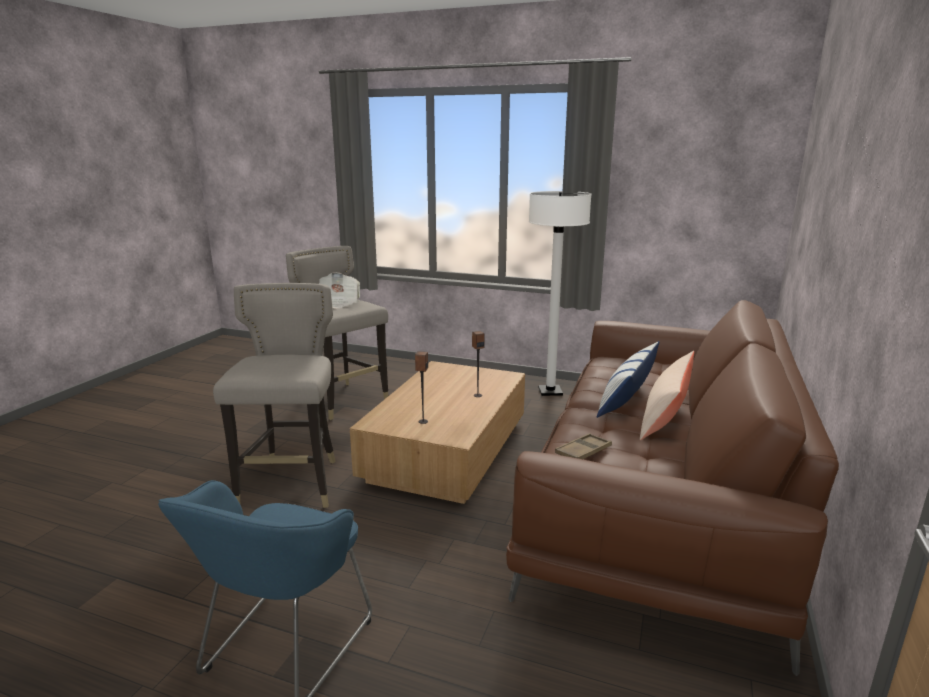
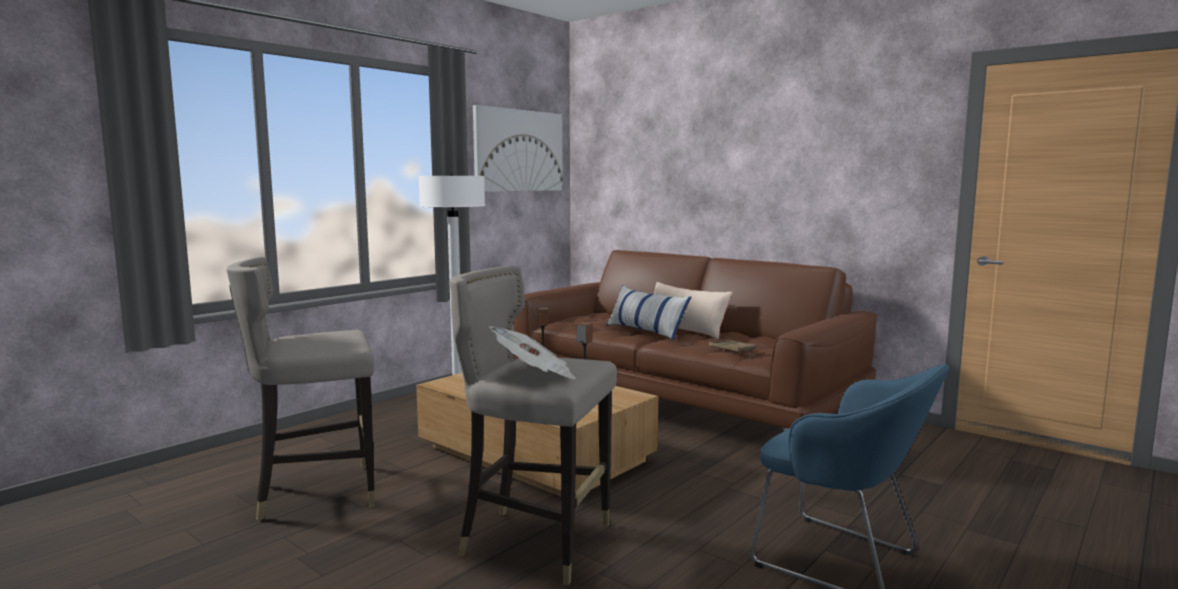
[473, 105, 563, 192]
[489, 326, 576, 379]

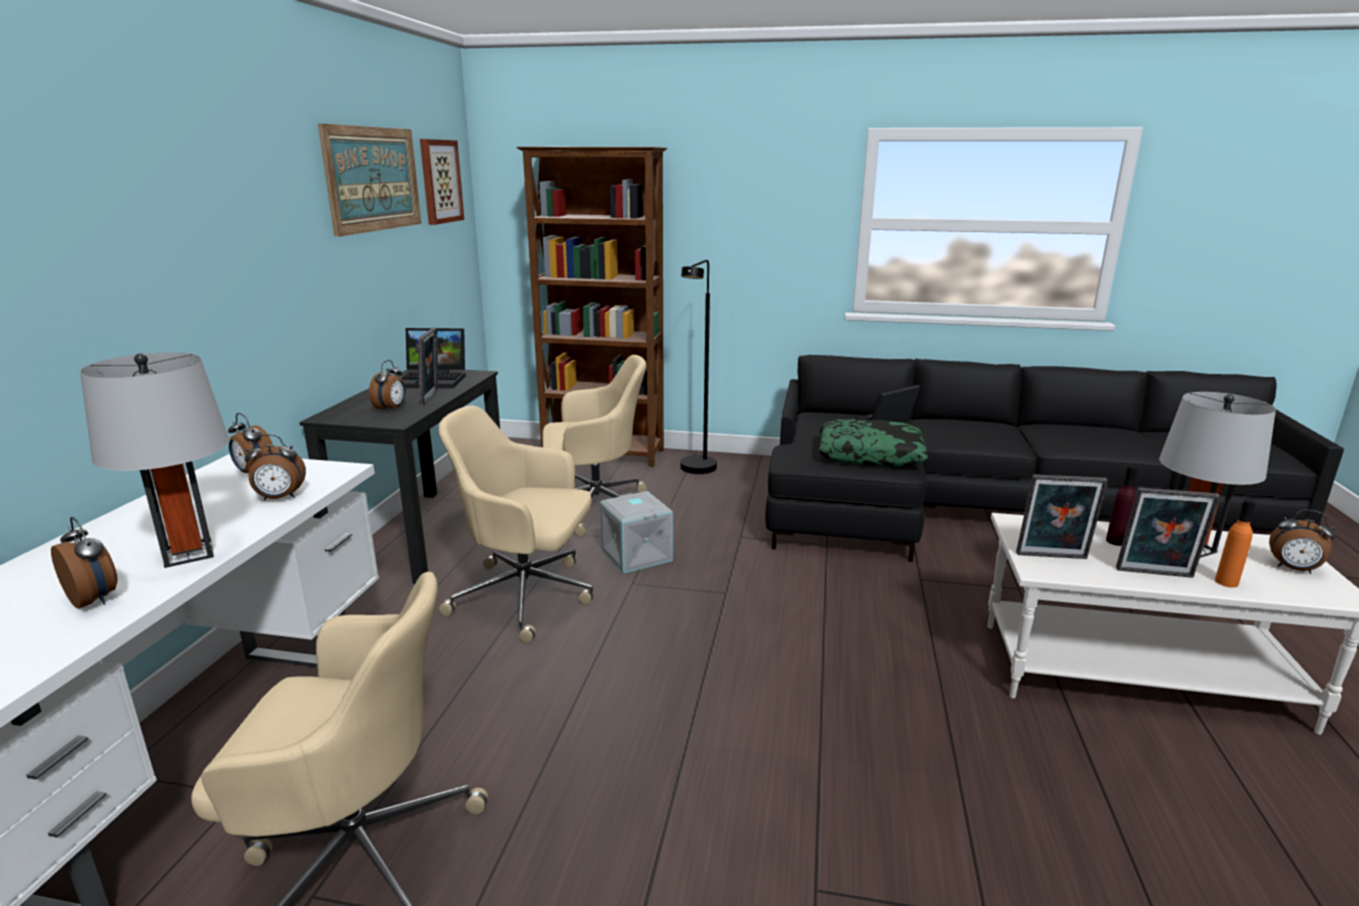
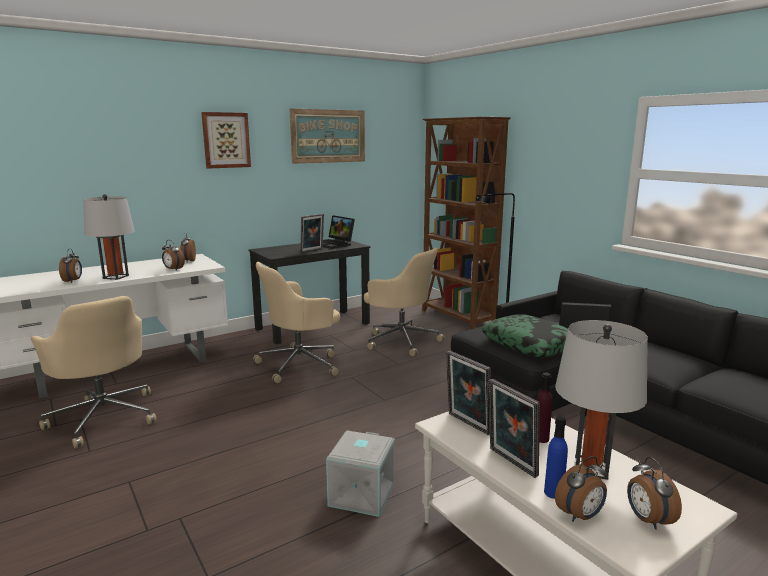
[555, 456, 607, 522]
[201, 112, 251, 169]
[326, 430, 395, 517]
[544, 416, 568, 499]
[253, 262, 340, 383]

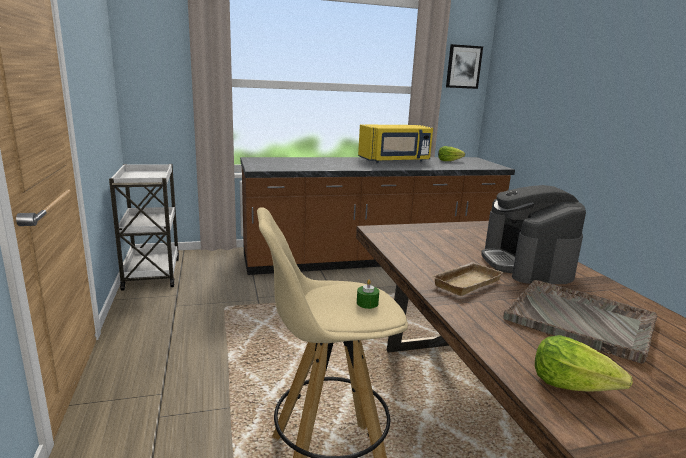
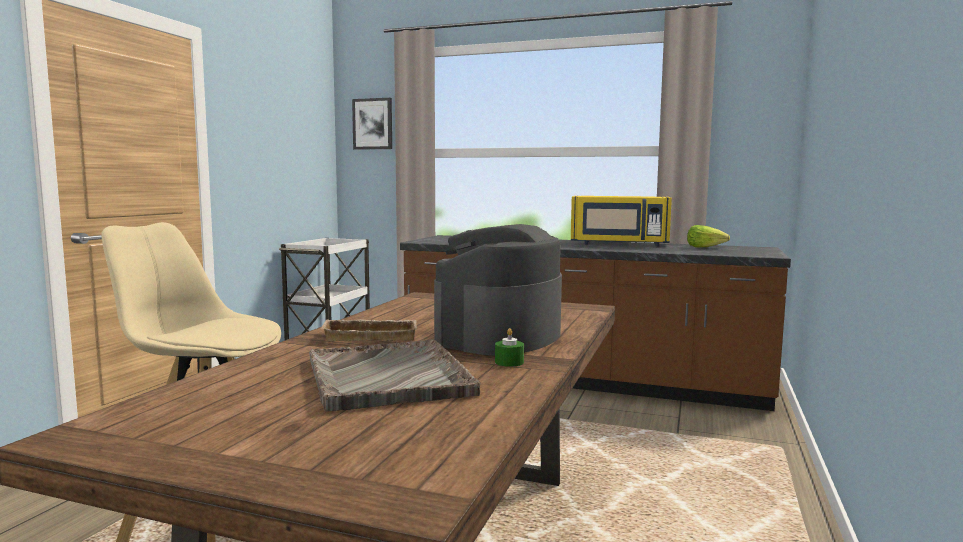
[535, 335, 633, 392] (first image)
[495, 328, 524, 367]
[352, 98, 392, 150]

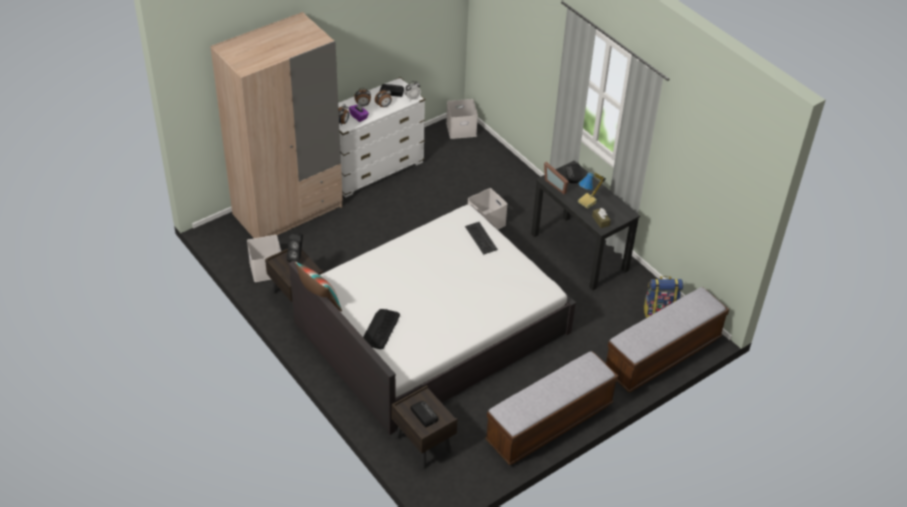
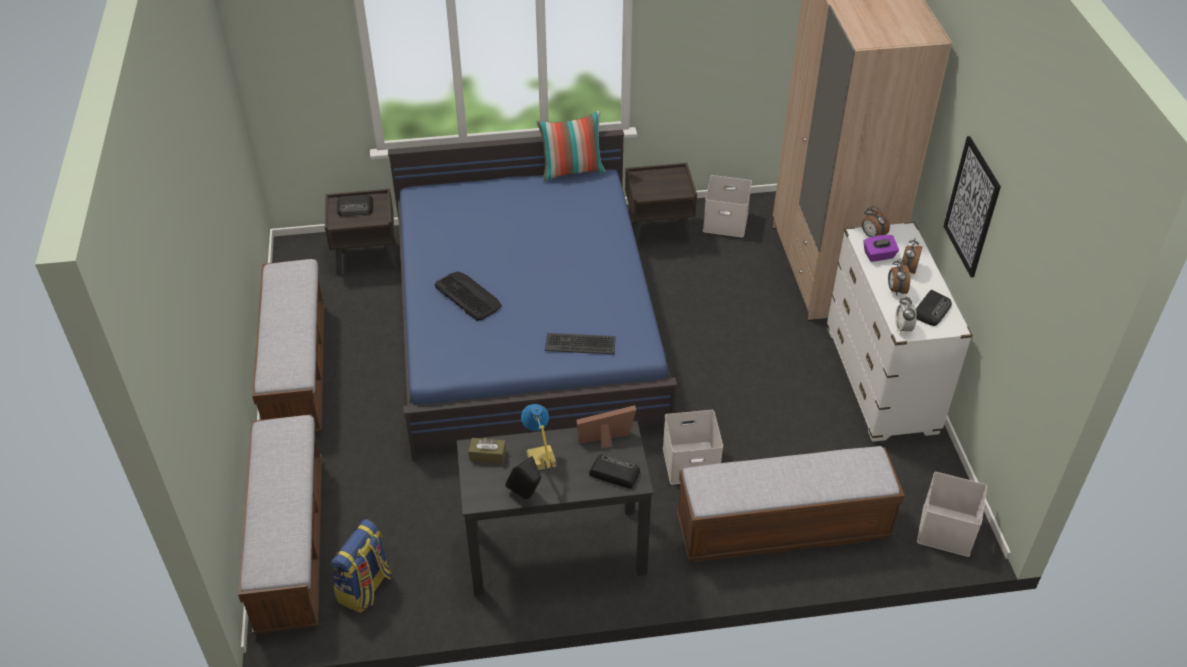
[677, 446, 905, 562]
[943, 136, 1001, 278]
[505, 456, 541, 499]
[435, 271, 502, 321]
[388, 130, 677, 460]

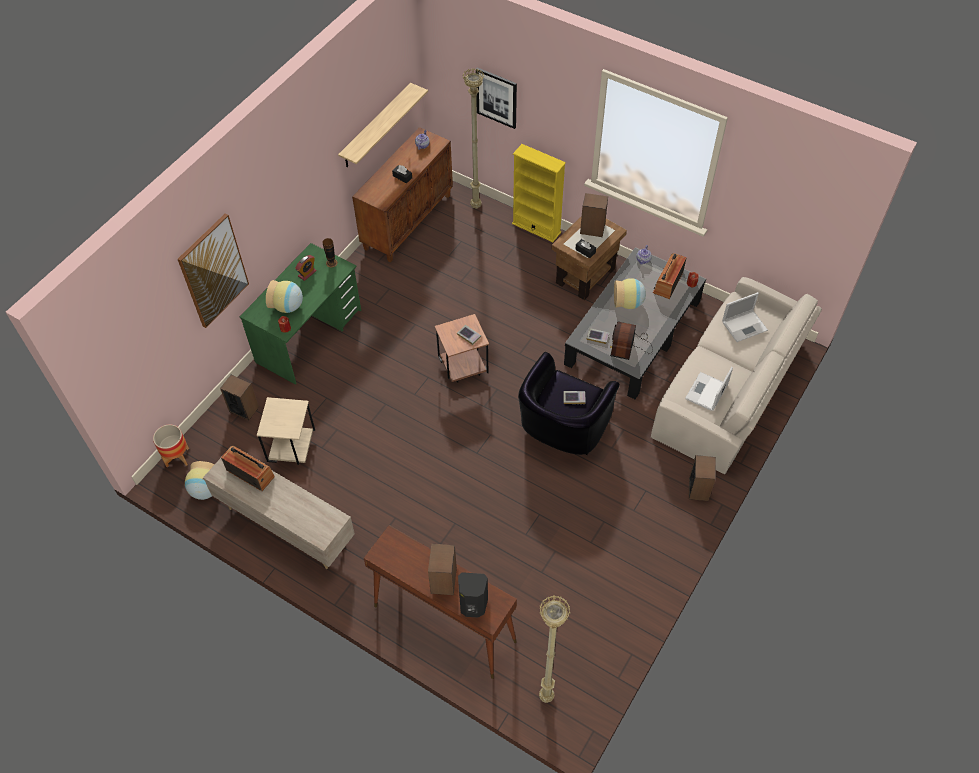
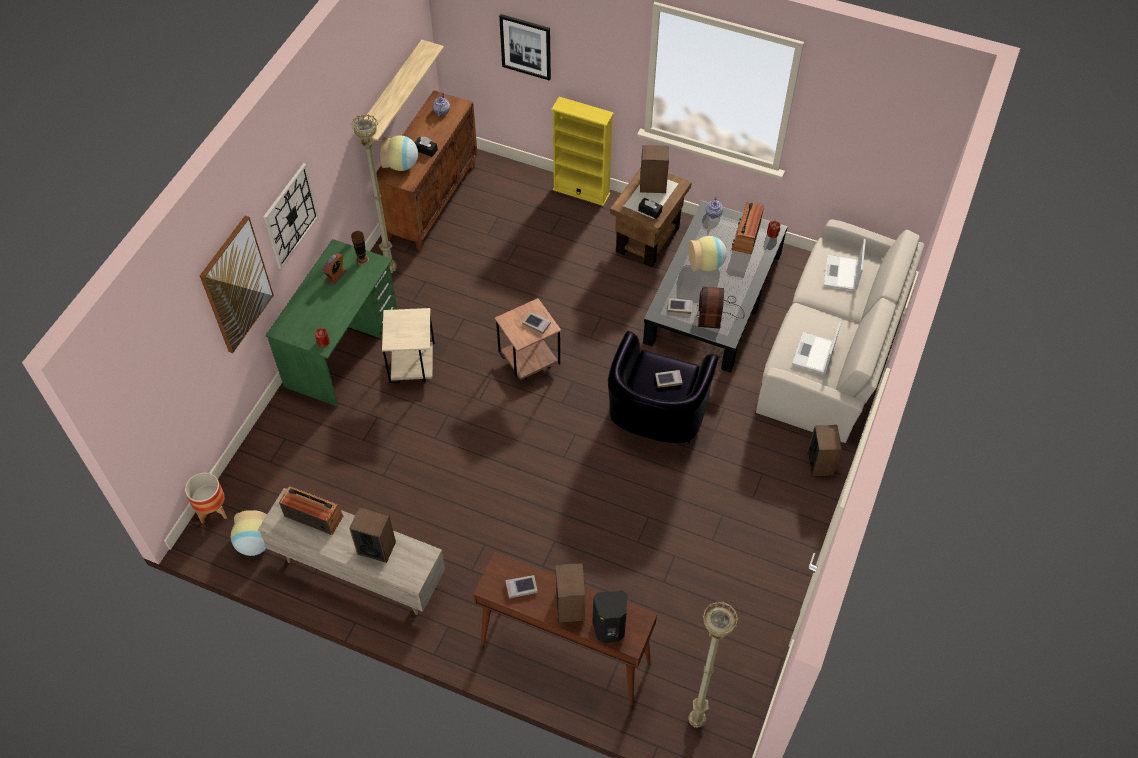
[263, 163, 319, 269]
[505, 575, 538, 598]
[349, 507, 396, 563]
[382, 308, 435, 383]
[380, 135, 418, 171]
[351, 114, 396, 273]
[824, 239, 866, 291]

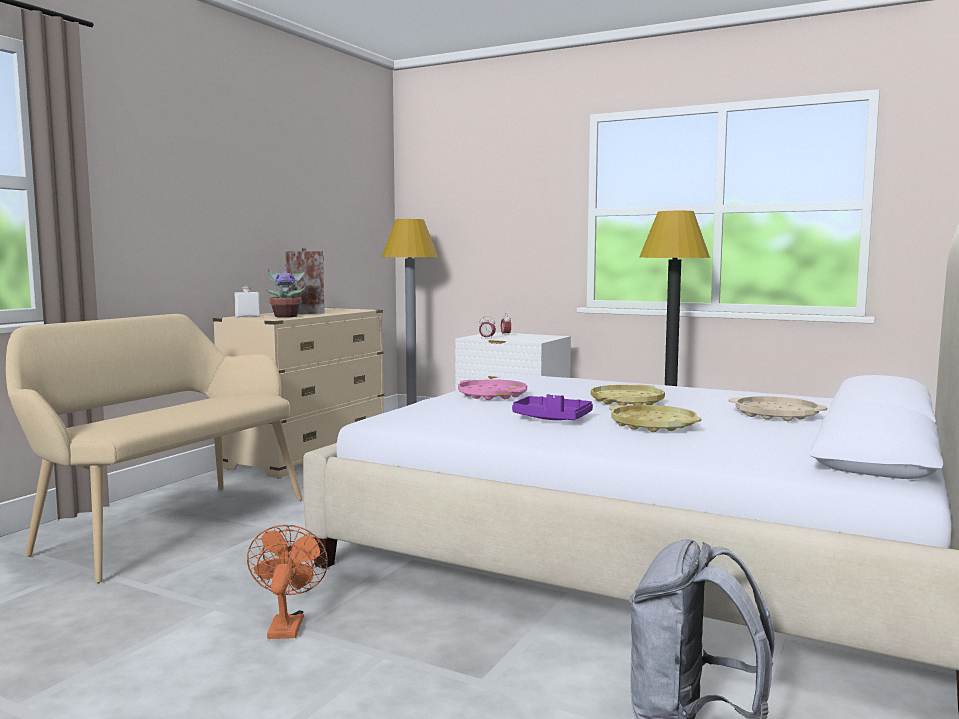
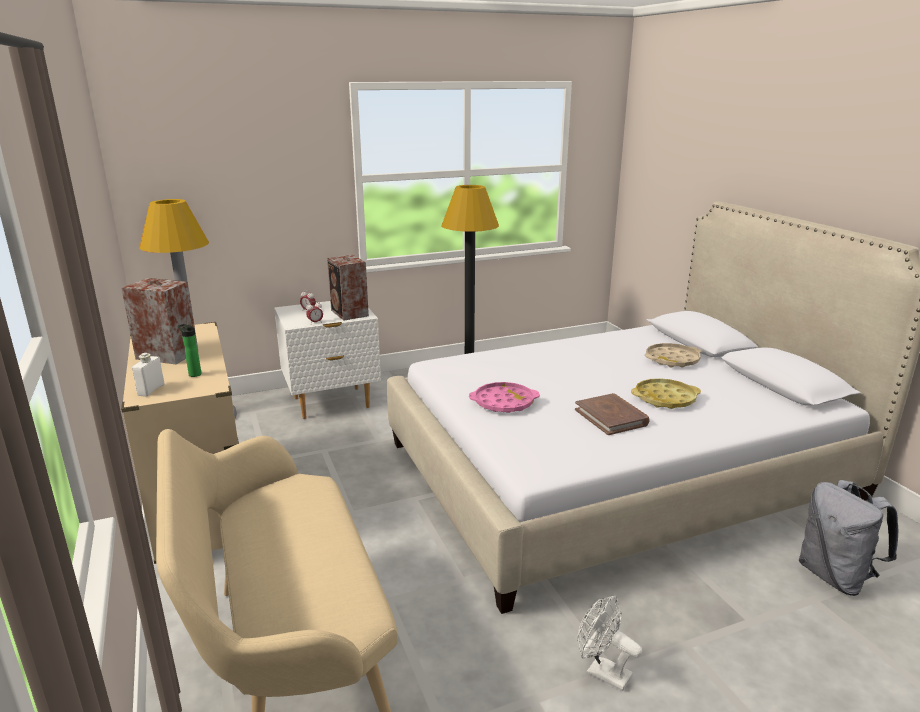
[591, 385, 665, 405] (first image)
[327, 254, 369, 321]
[178, 324, 202, 377]
[575, 393, 650, 435]
[577, 596, 642, 691]

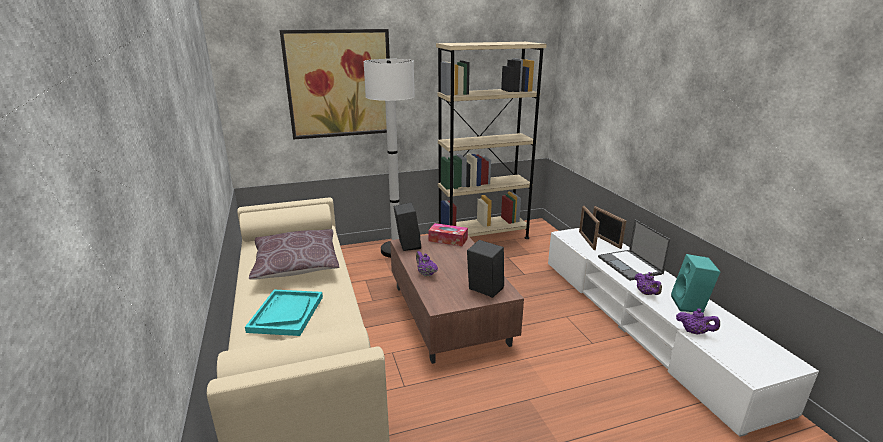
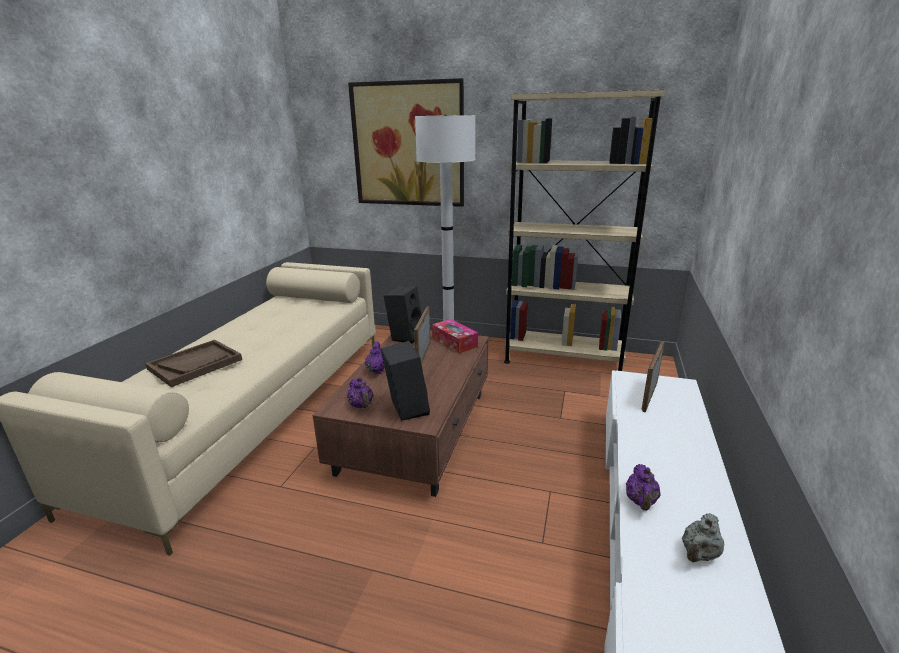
[249, 229, 339, 280] (first image)
[598, 219, 671, 281] (first image)
[414, 307, 430, 364]
[347, 377, 373, 408]
[682, 513, 724, 562]
[145, 340, 242, 387]

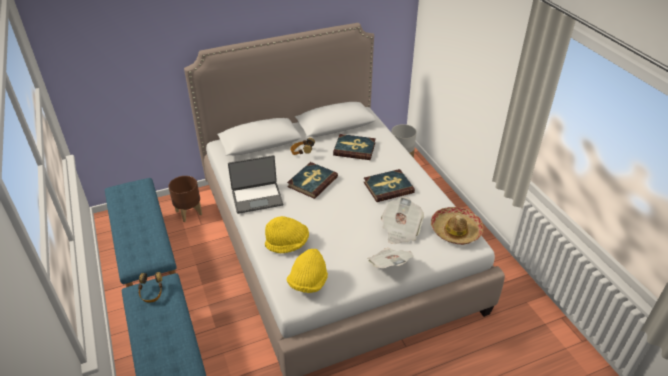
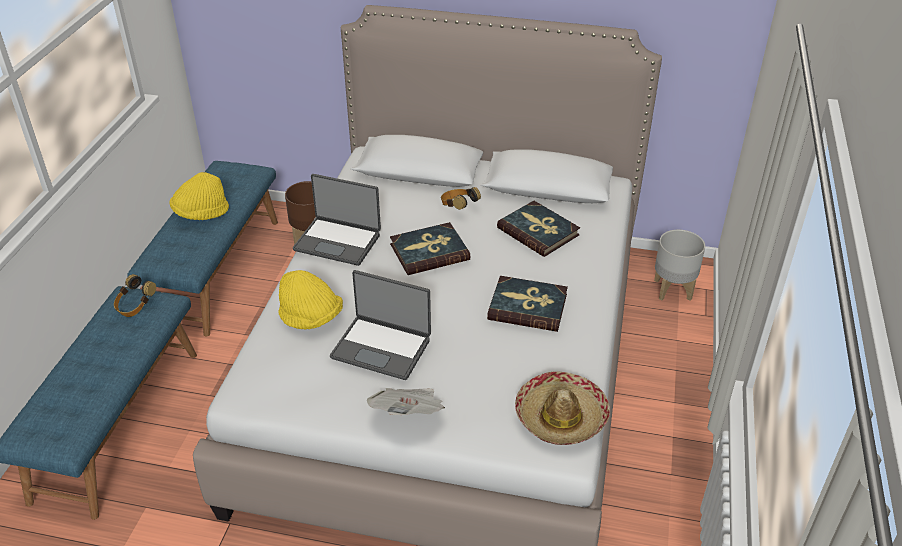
[381, 197, 424, 244] (first image)
[330, 270, 431, 380]
[169, 172, 229, 220]

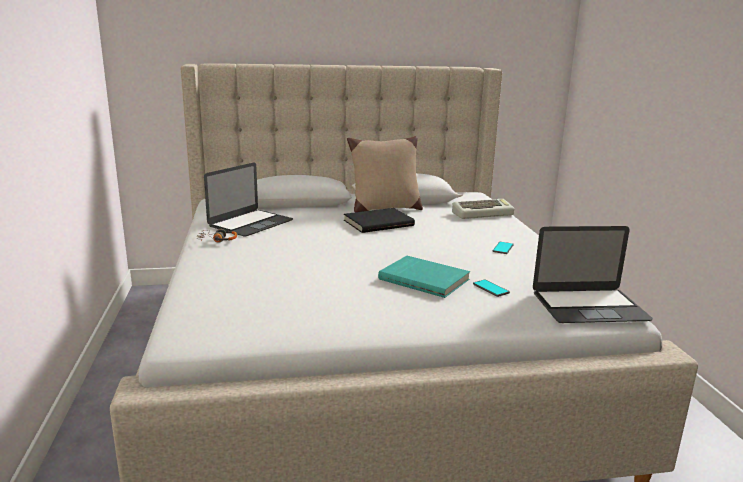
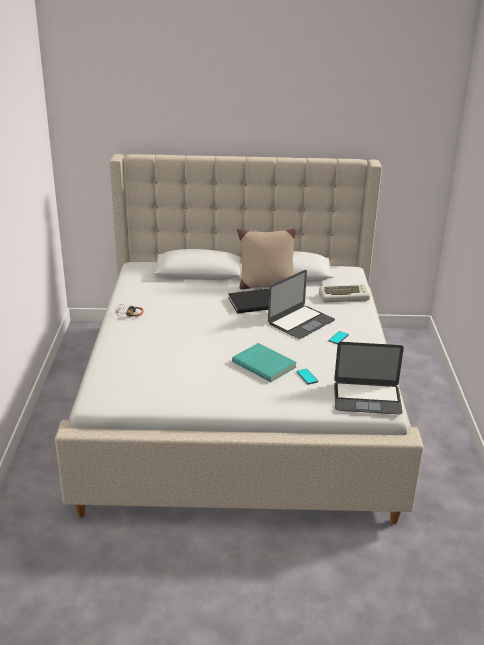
[268, 270, 335, 339]

